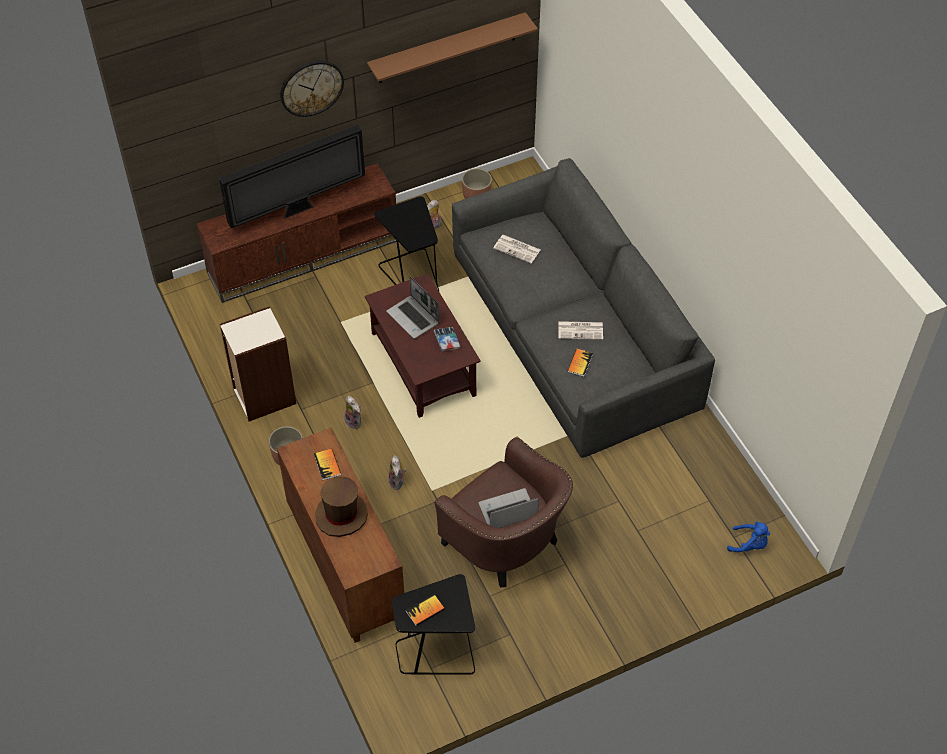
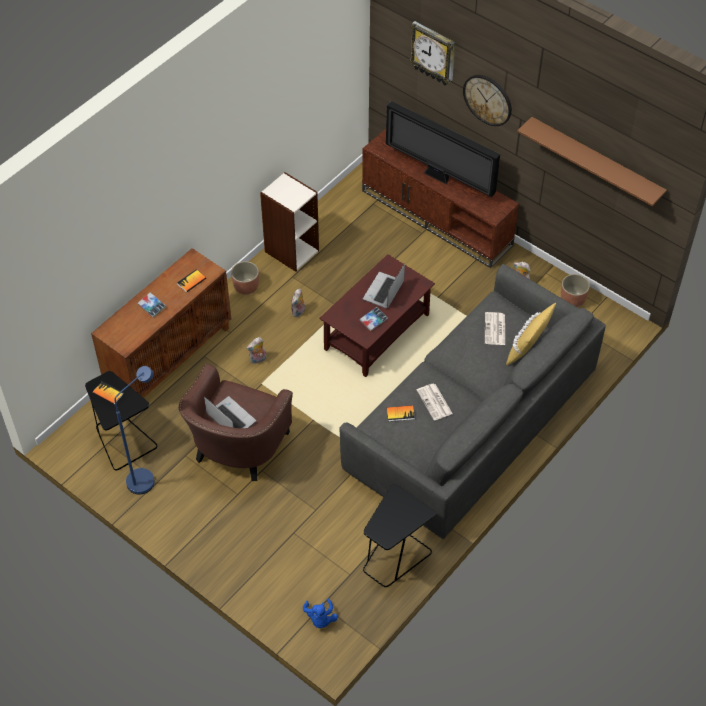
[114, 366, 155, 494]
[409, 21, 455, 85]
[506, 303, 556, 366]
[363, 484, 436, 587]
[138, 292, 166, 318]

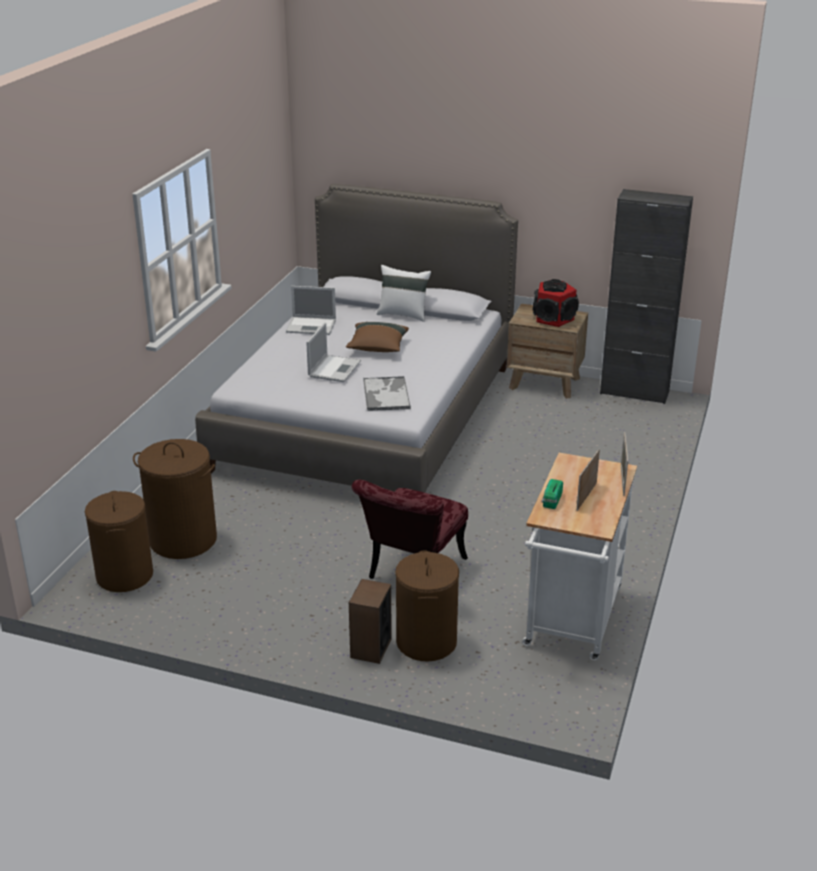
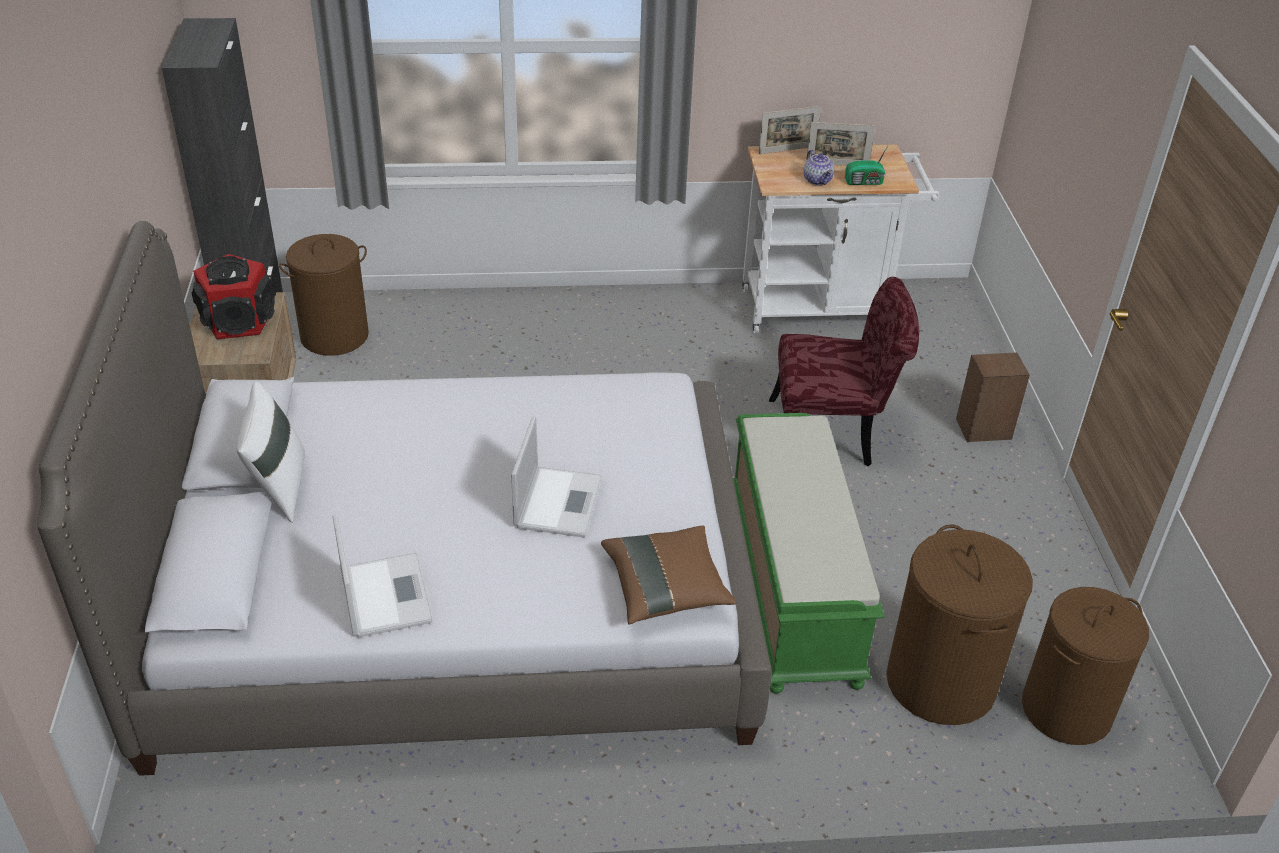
[363, 376, 411, 411] (first image)
[733, 413, 885, 694]
[803, 150, 834, 186]
[601, 525, 737, 625]
[279, 234, 369, 356]
[511, 416, 602, 538]

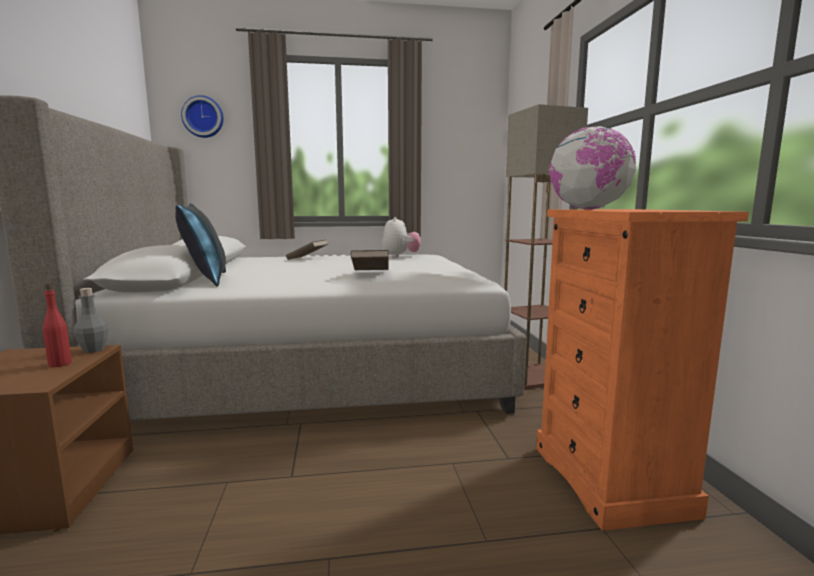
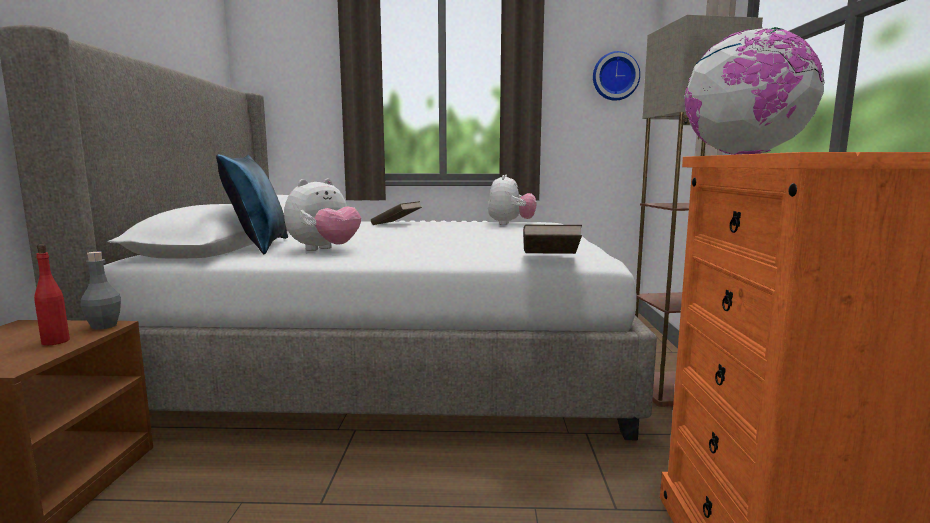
[284, 179, 361, 251]
[593, 51, 640, 101]
[523, 225, 582, 254]

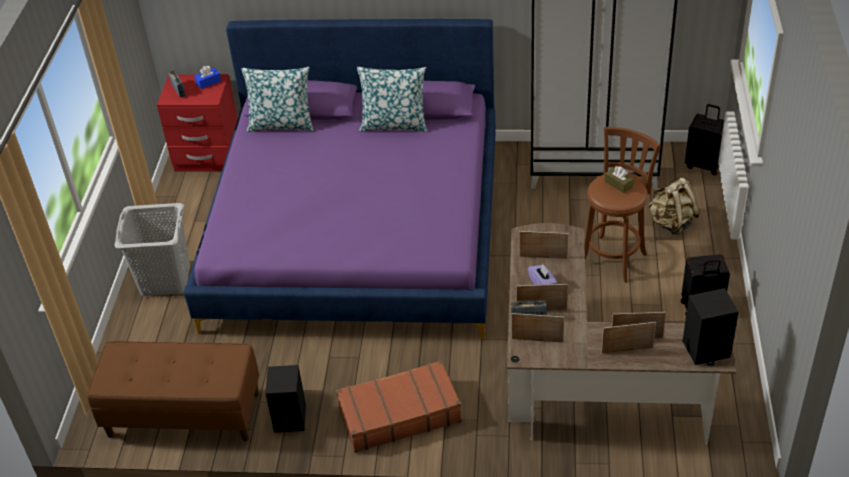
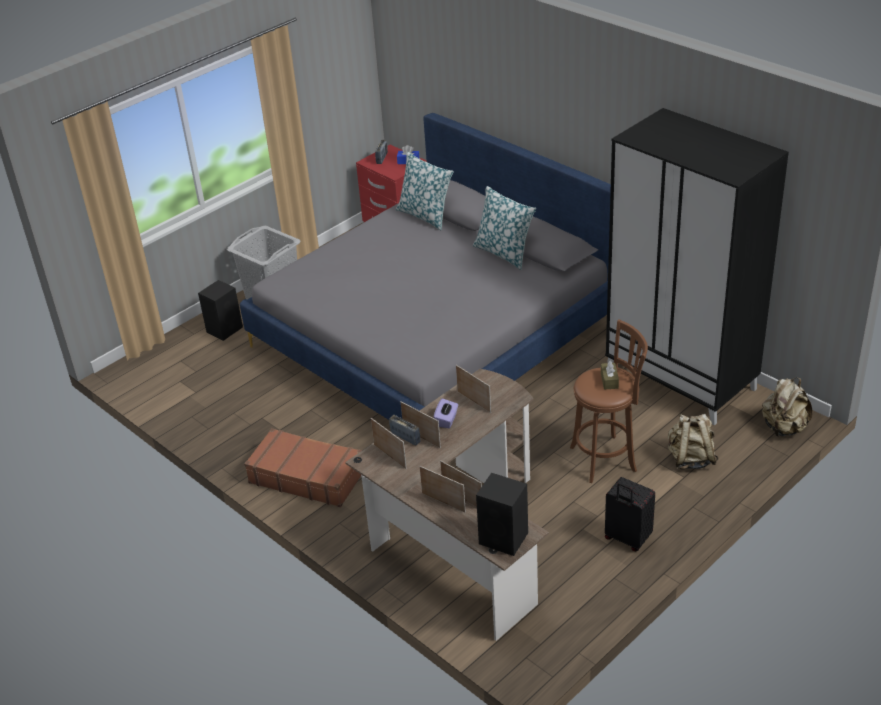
[87, 341, 259, 441] (first image)
[198, 280, 243, 341]
[762, 378, 812, 437]
[240, 113, 611, 420]

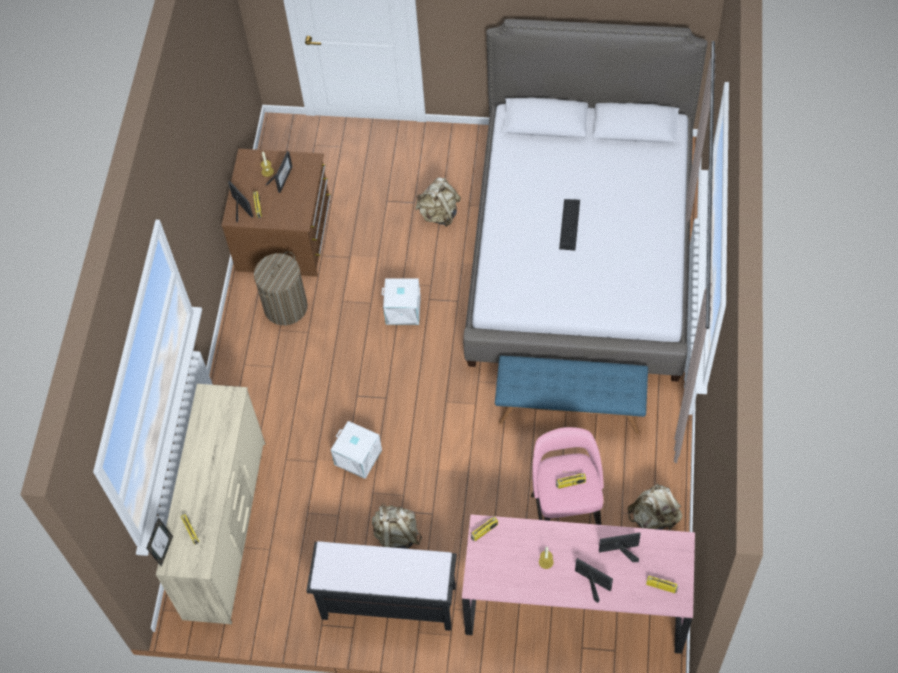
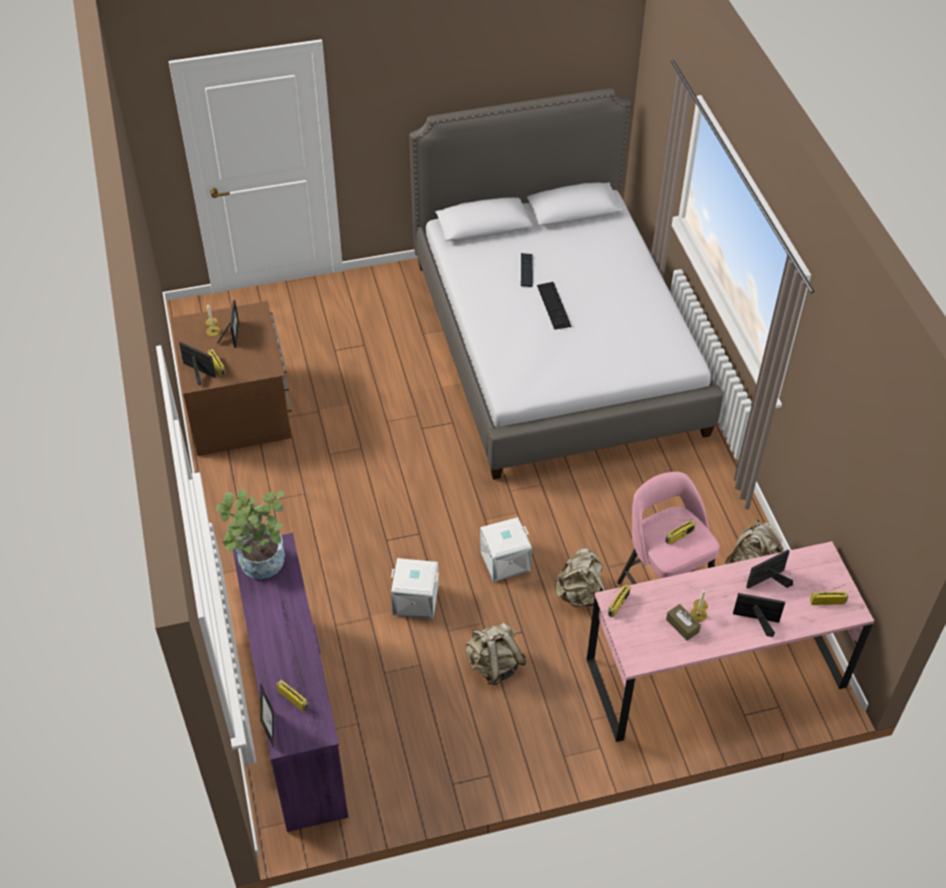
[254, 251, 308, 325] (first image)
[306, 541, 457, 631] (first image)
[495, 356, 648, 434] (first image)
[216, 489, 285, 579]
[521, 253, 533, 287]
[666, 604, 701, 641]
[480, 517, 532, 582]
[554, 548, 605, 607]
[233, 533, 348, 832]

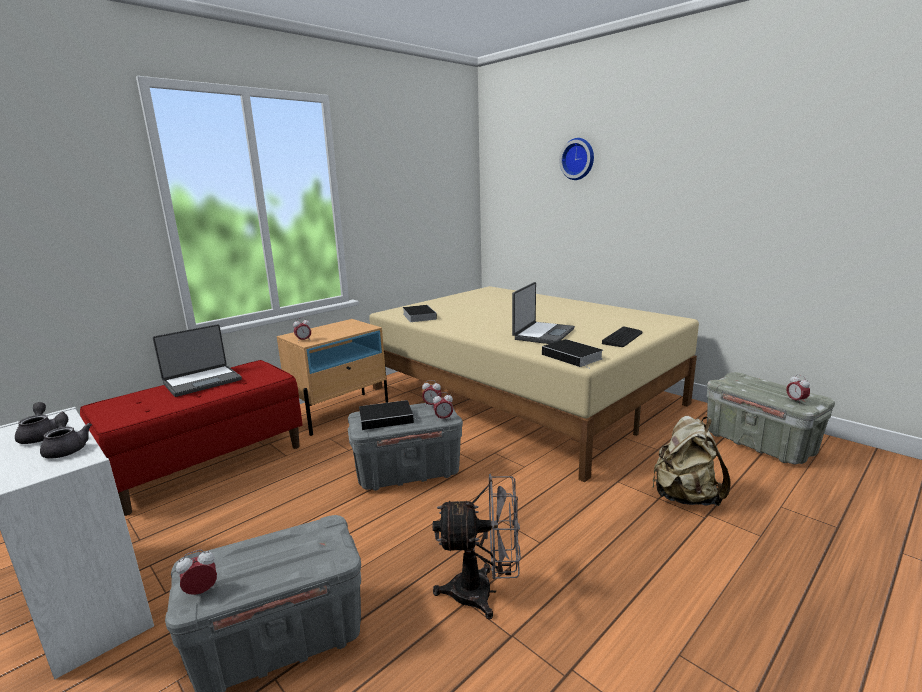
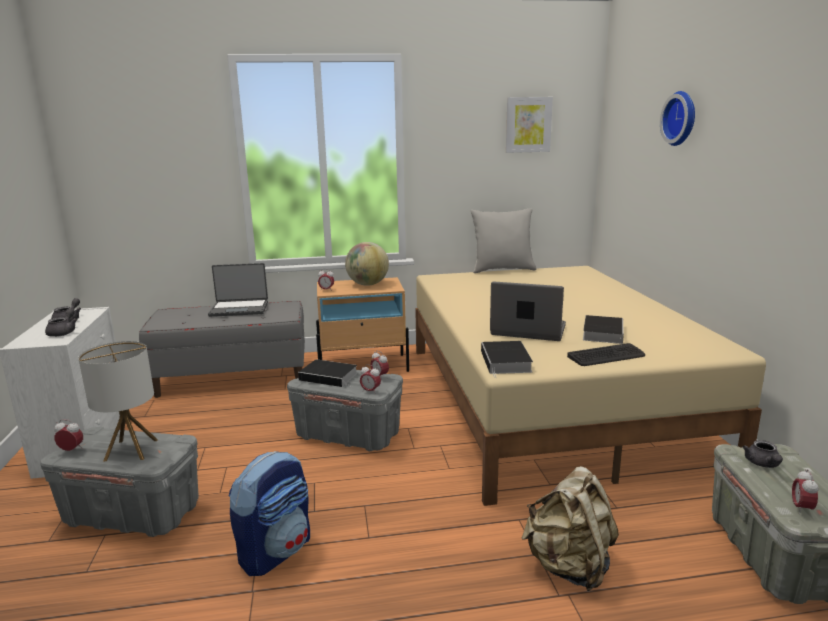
[78, 341, 158, 462]
[345, 242, 389, 286]
[470, 208, 537, 273]
[506, 97, 553, 153]
[742, 440, 783, 468]
[583, 315, 624, 344]
[229, 451, 310, 576]
[139, 301, 305, 398]
[490, 281, 566, 341]

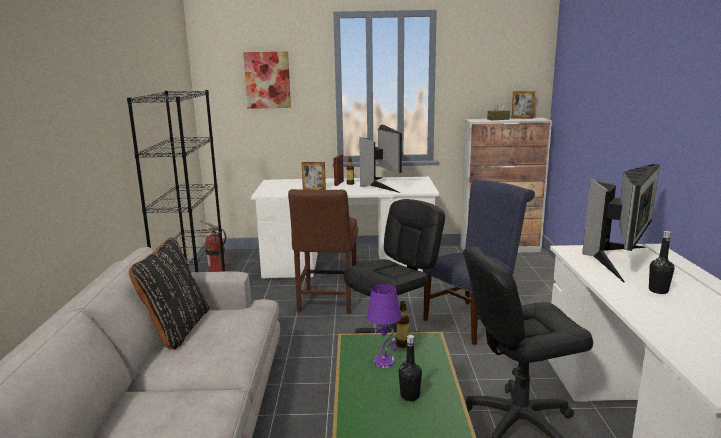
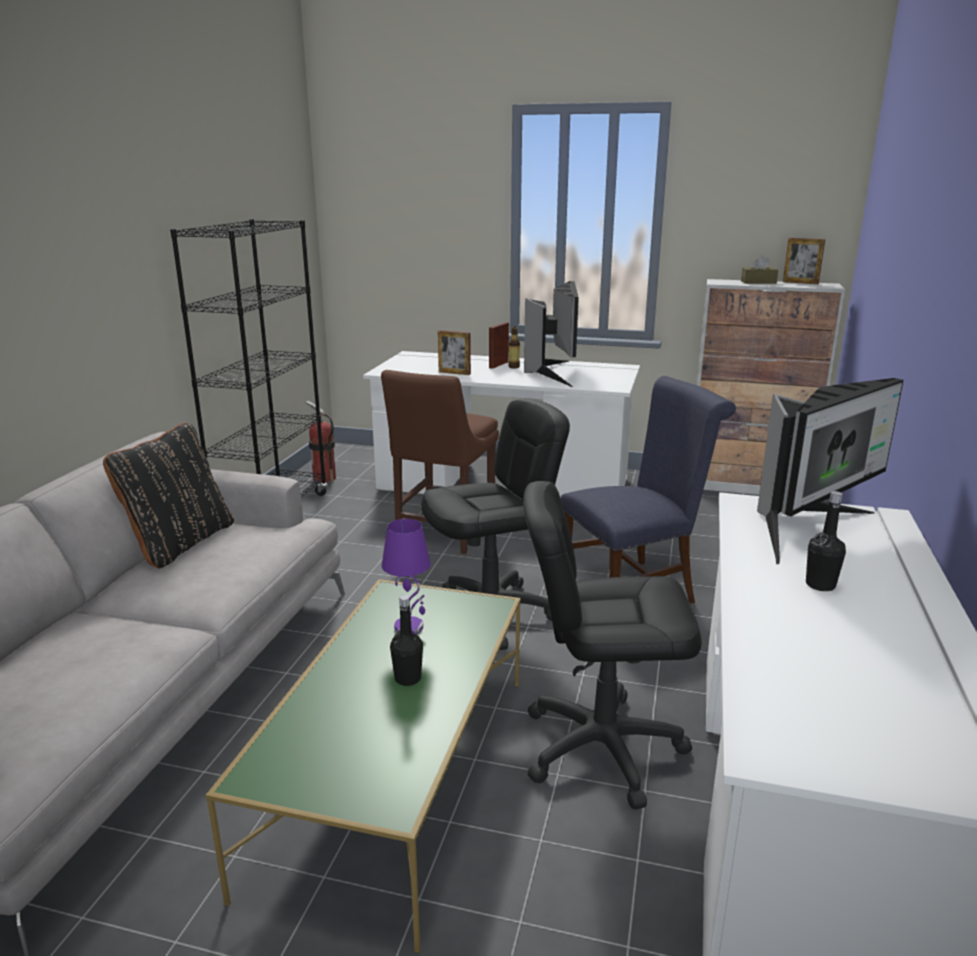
[243, 51, 291, 109] (first image)
[396, 301, 409, 348] (first image)

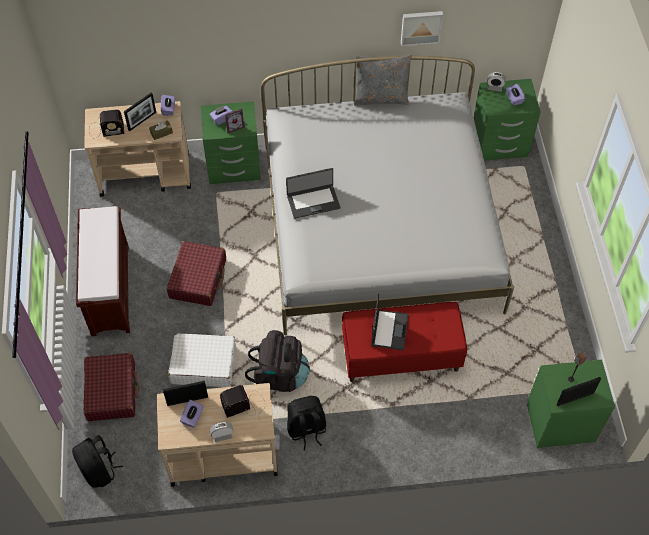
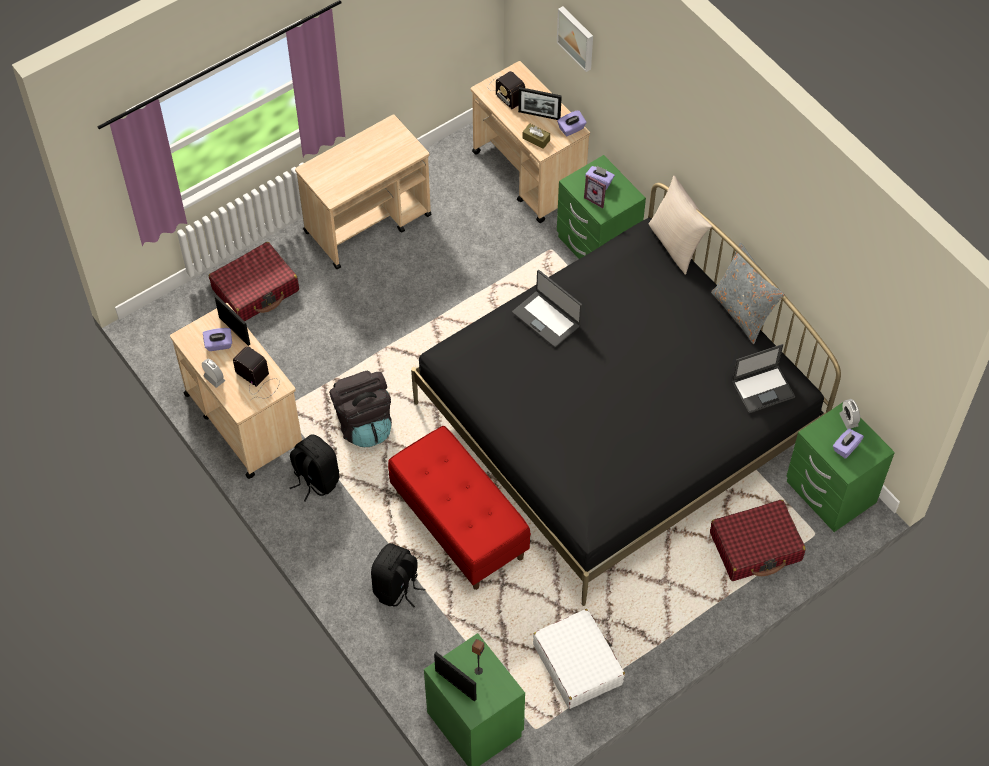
[649, 176, 712, 275]
[371, 543, 425, 608]
[710, 500, 806, 581]
[533, 609, 625, 709]
[732, 344, 795, 413]
[557, 6, 593, 72]
[295, 114, 432, 269]
[411, 183, 841, 606]

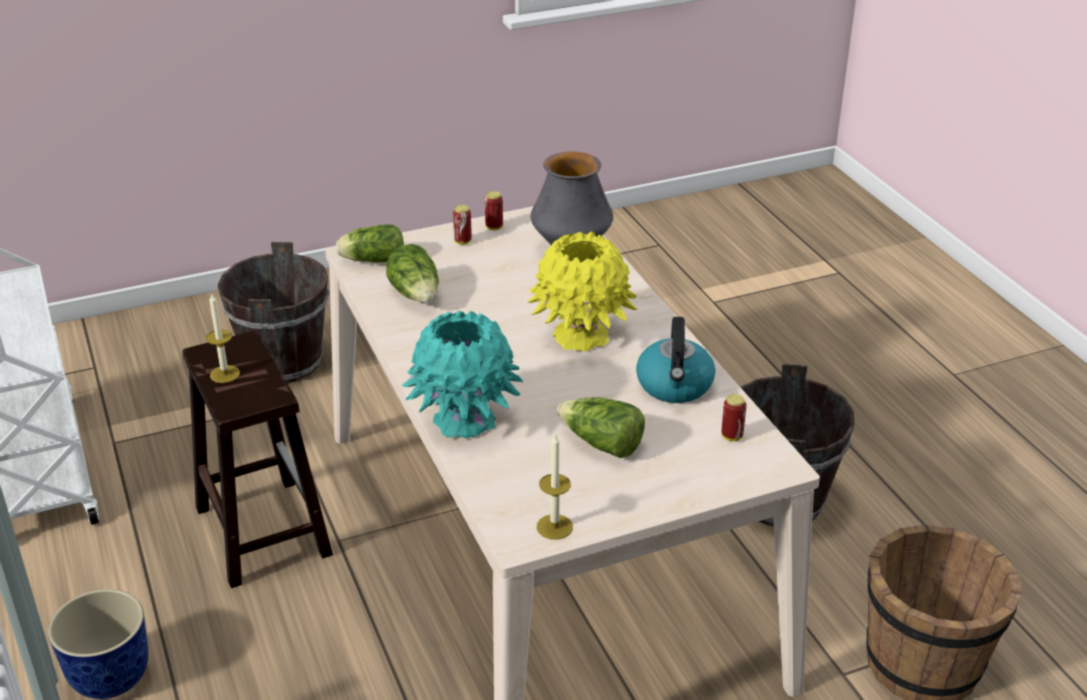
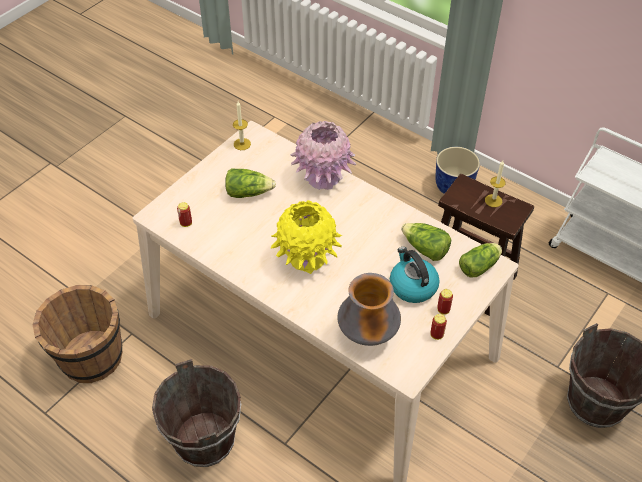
[390, 247, 440, 303]
[290, 121, 356, 190]

